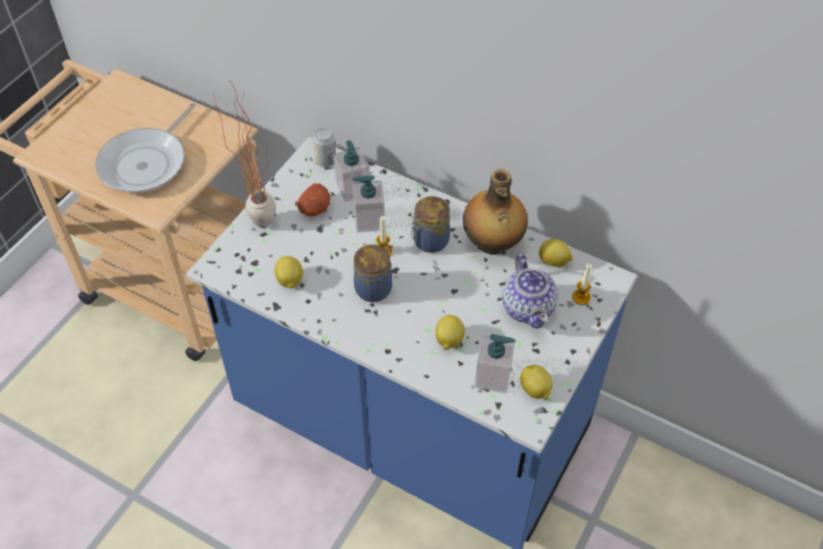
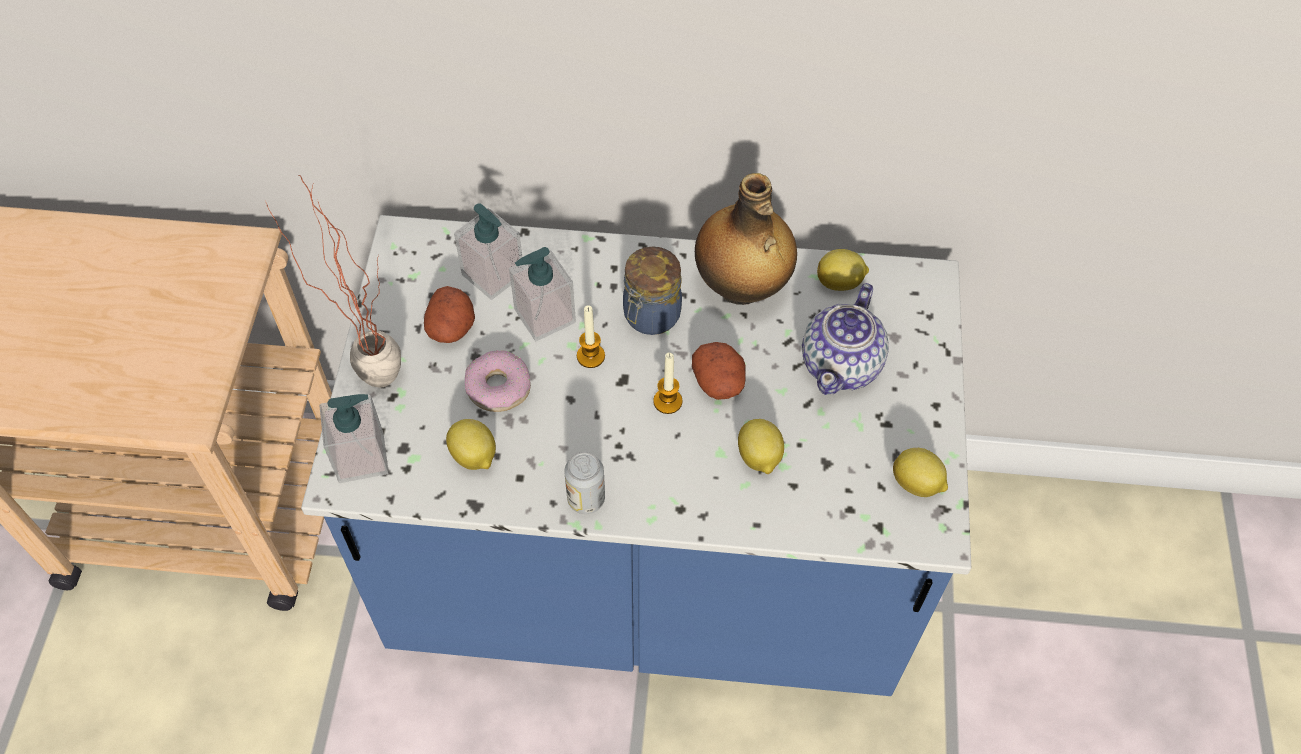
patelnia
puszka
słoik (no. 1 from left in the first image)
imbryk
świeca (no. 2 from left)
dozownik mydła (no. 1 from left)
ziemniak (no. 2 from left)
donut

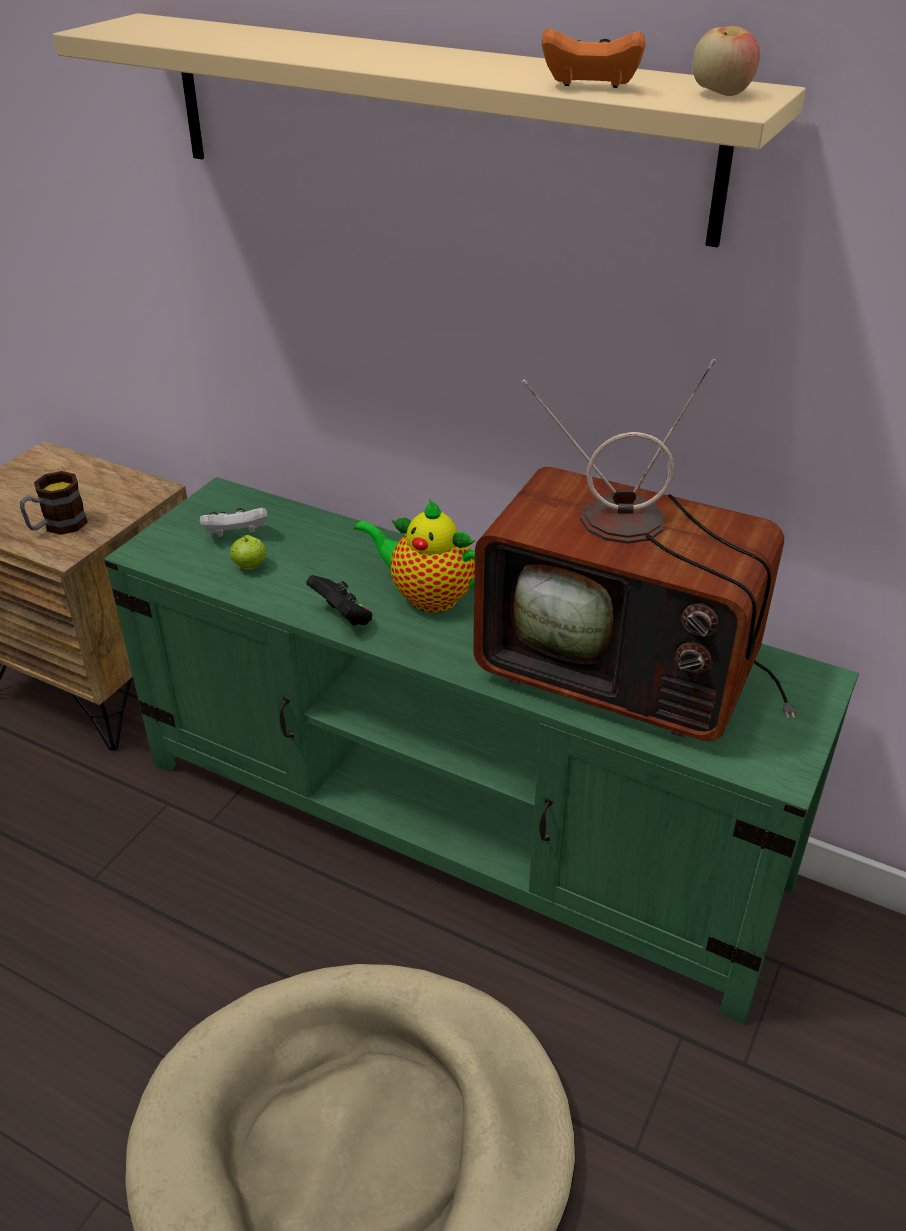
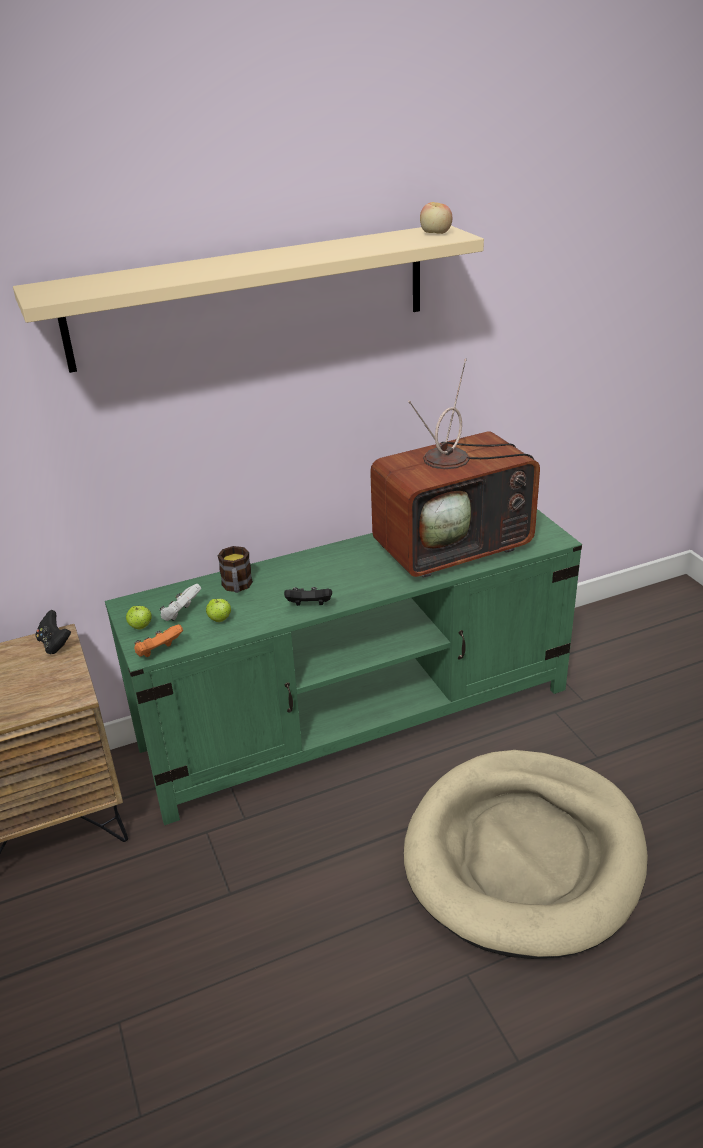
pad do gier (pomarańczowy)
kubek
imbryk
jabłko (no. 1 from left)
pad do gier (czarny) (no. 1 from left)

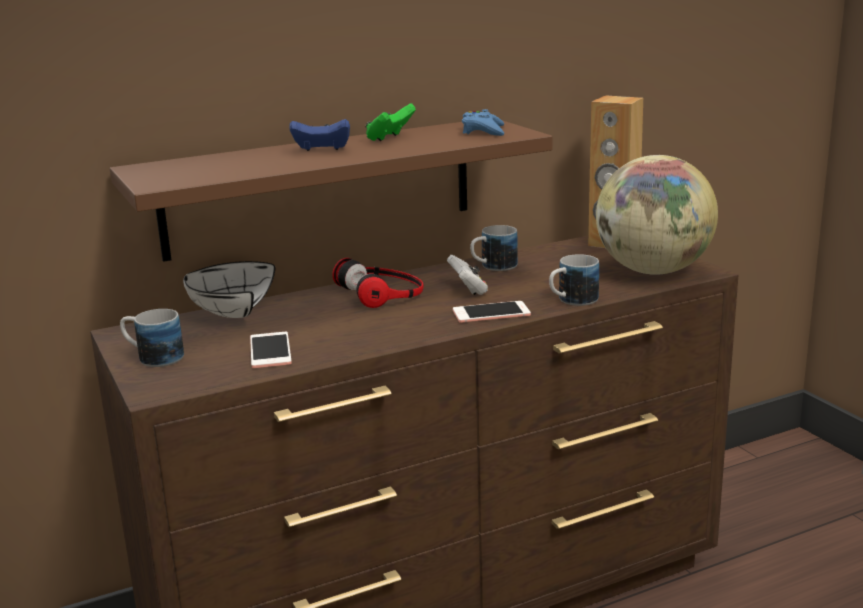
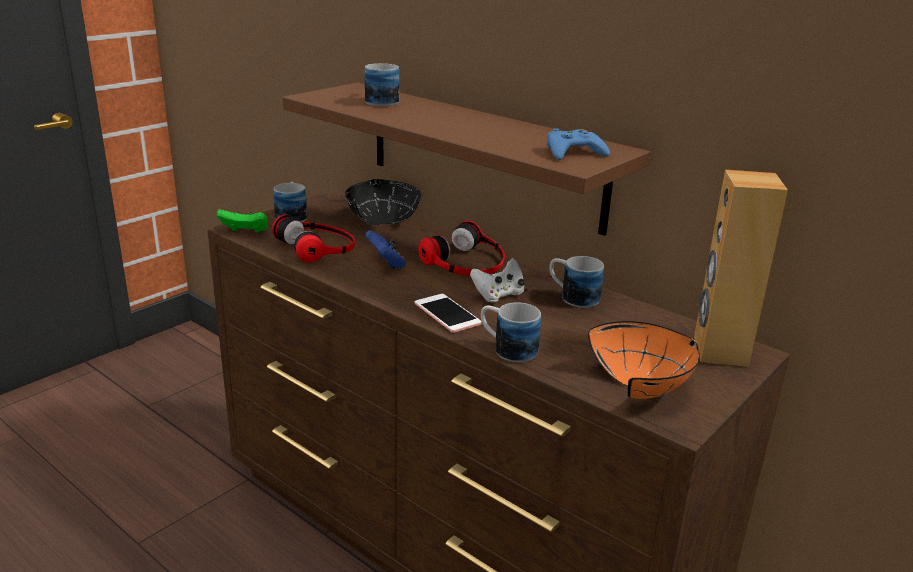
pad do gier (zielony)
pad do gier (niebieski) (no. 1 from left)
miska (pomarańczowy)
miska (czarny)
słuchawki (no. 1 from left)
kubek (no. 2 from left)

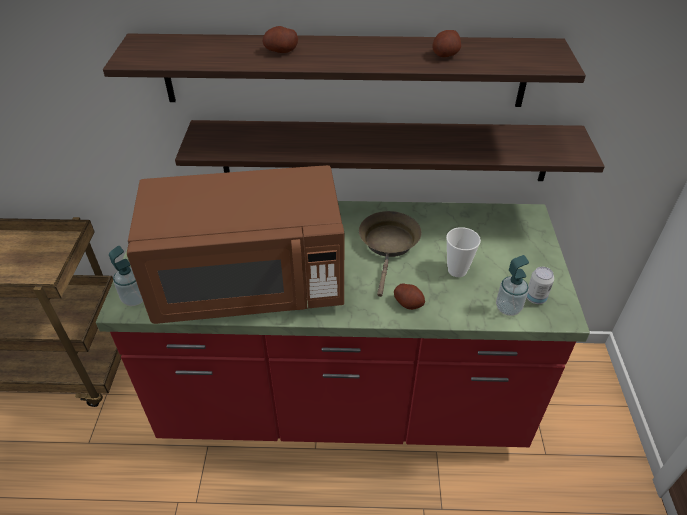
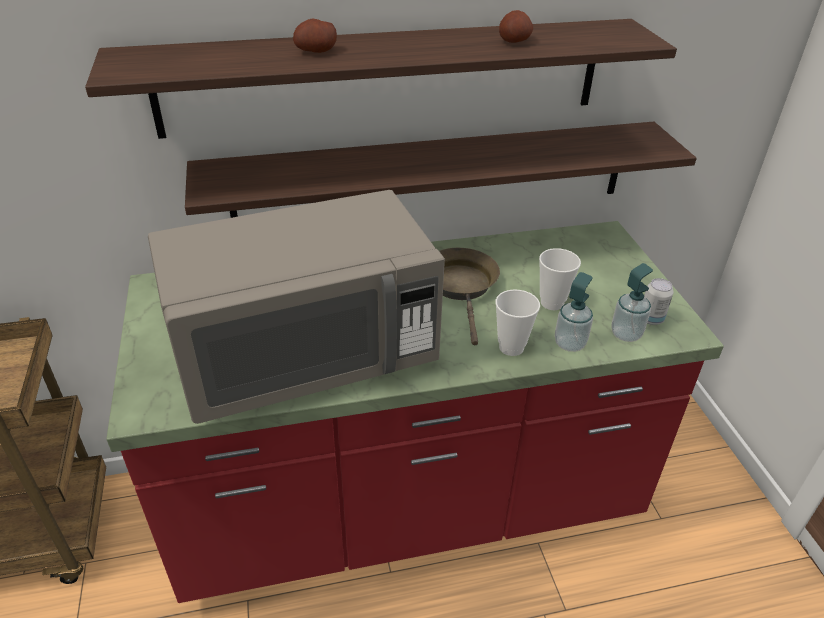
mikrofalówka (szary)
dozownik mydła (no. 1 from left)
filiżanka (no. 1 from left)

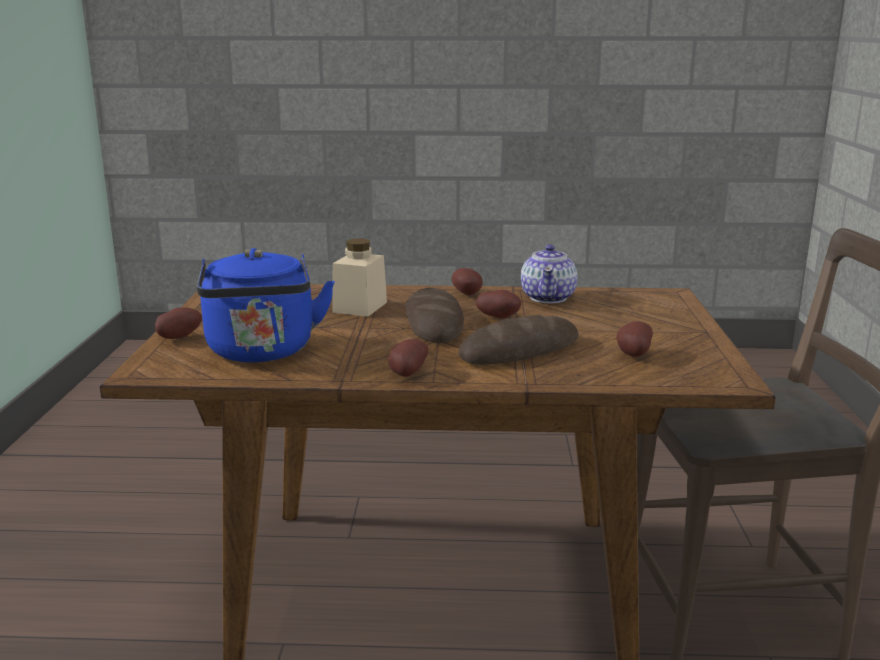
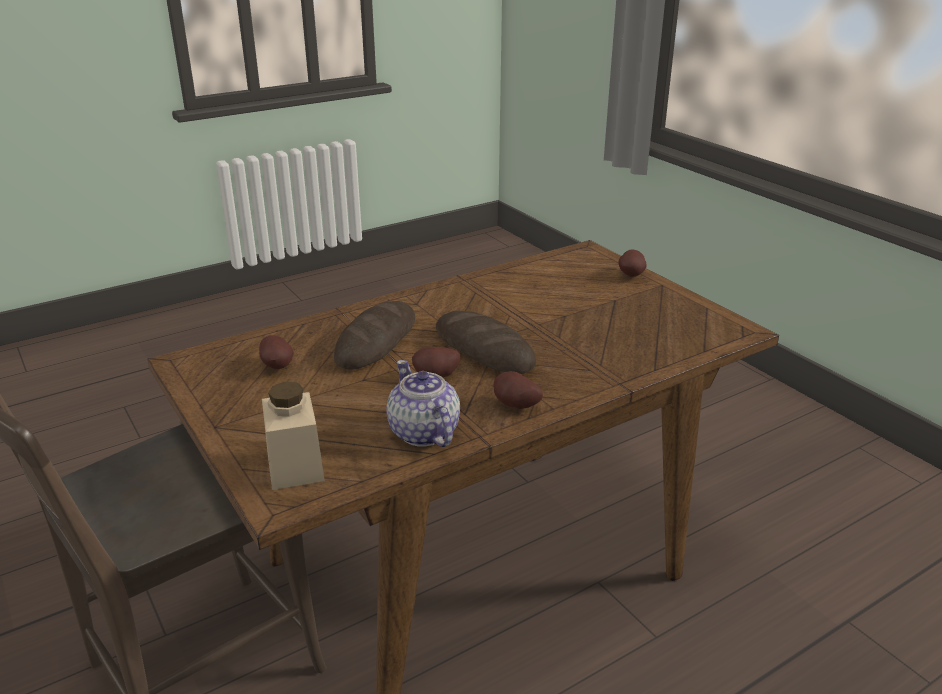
słoik (beżowy)
czajnik (niebieski)
ziemniak (no. 2 from left in the first image)

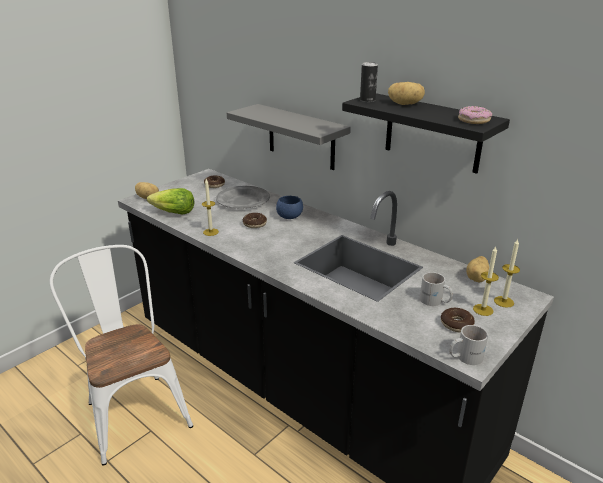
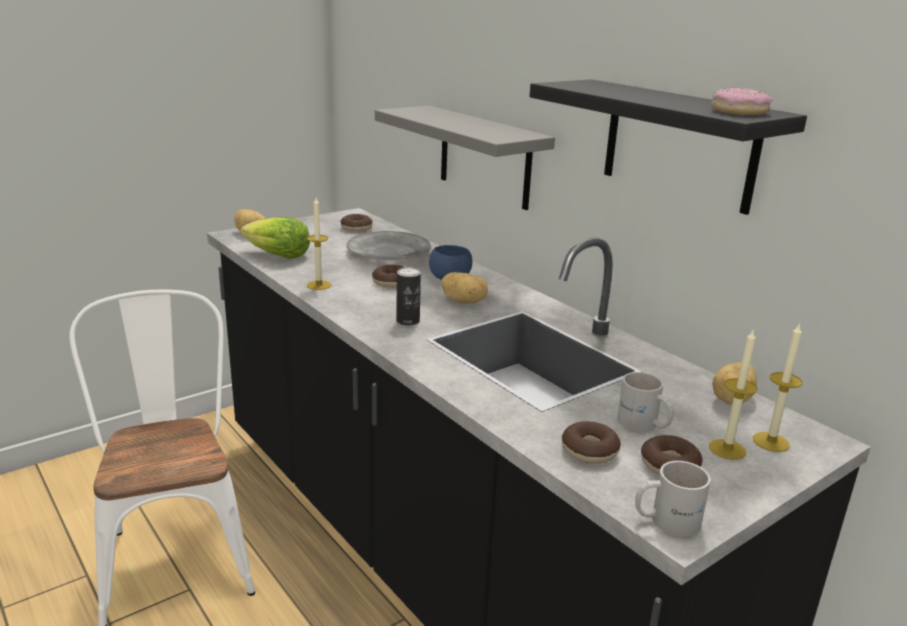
puszka
ziemniak (no. 2 from left)
donut (no. 3 from left)

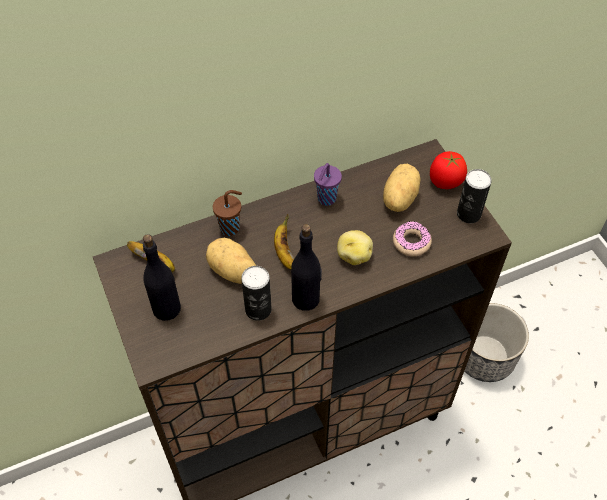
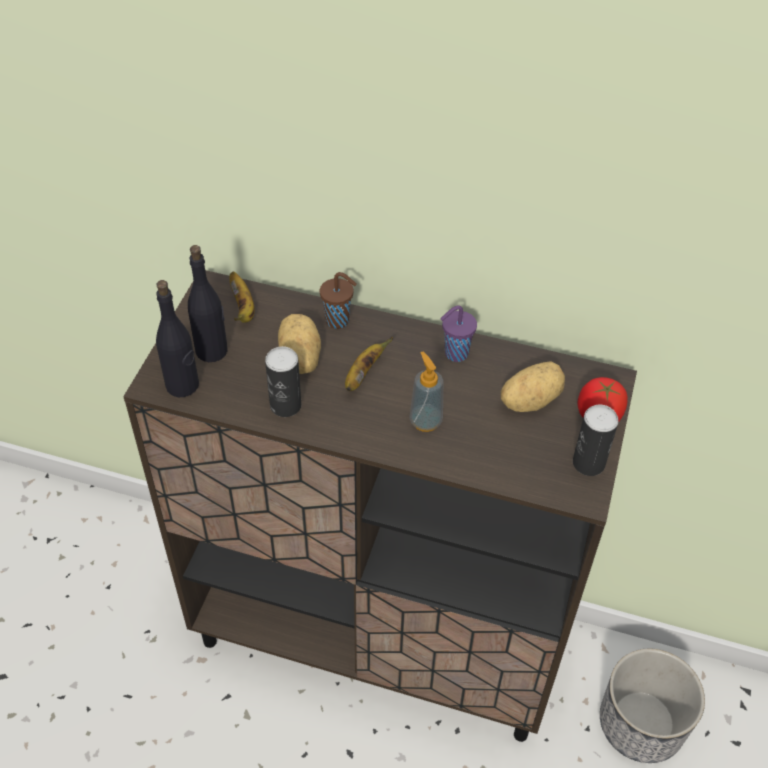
donut
butelka (czarny) (no. 1 from left)
dozownik mydła

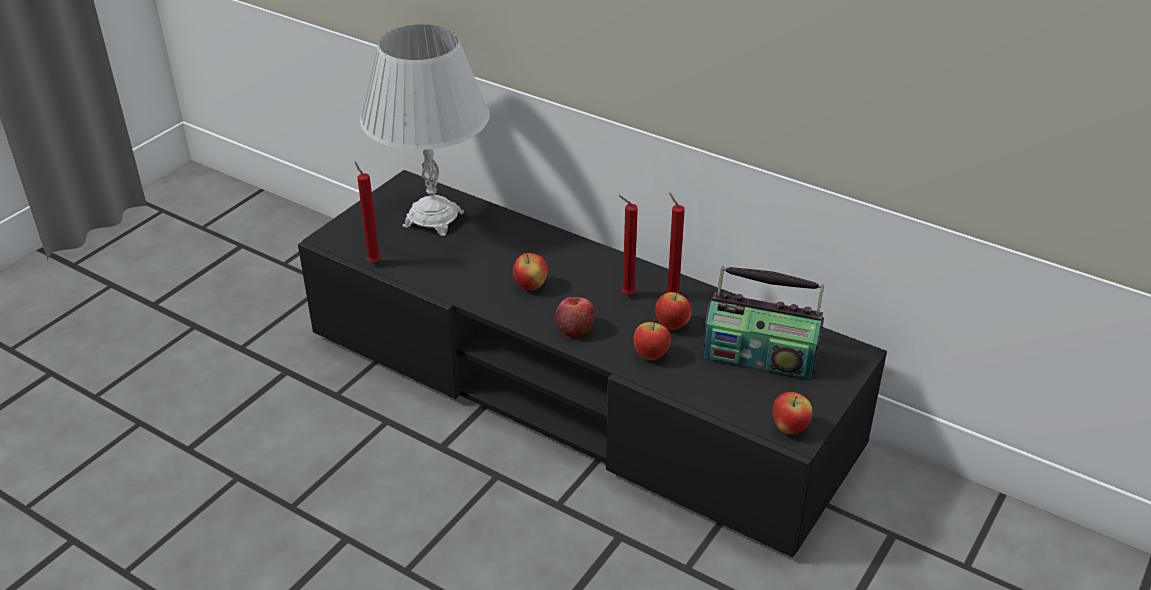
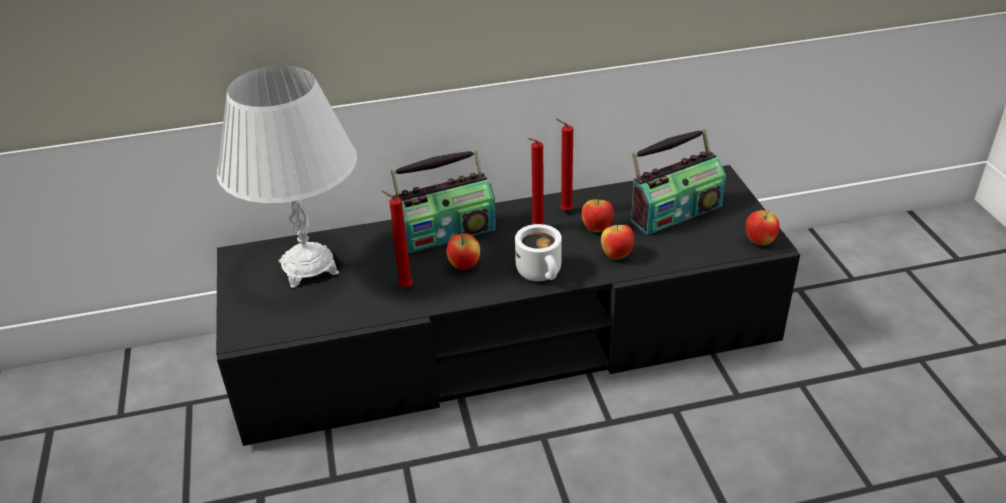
świeca (czerwony) (no. 1 from left)
kubek (biały)
radio (no. 1 from left)

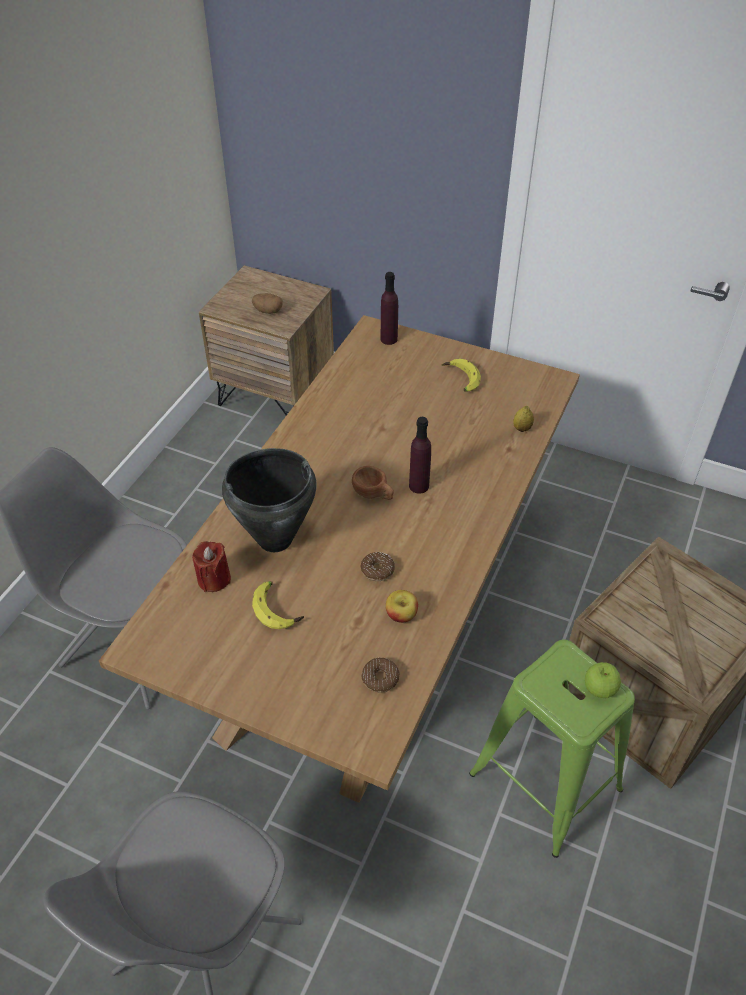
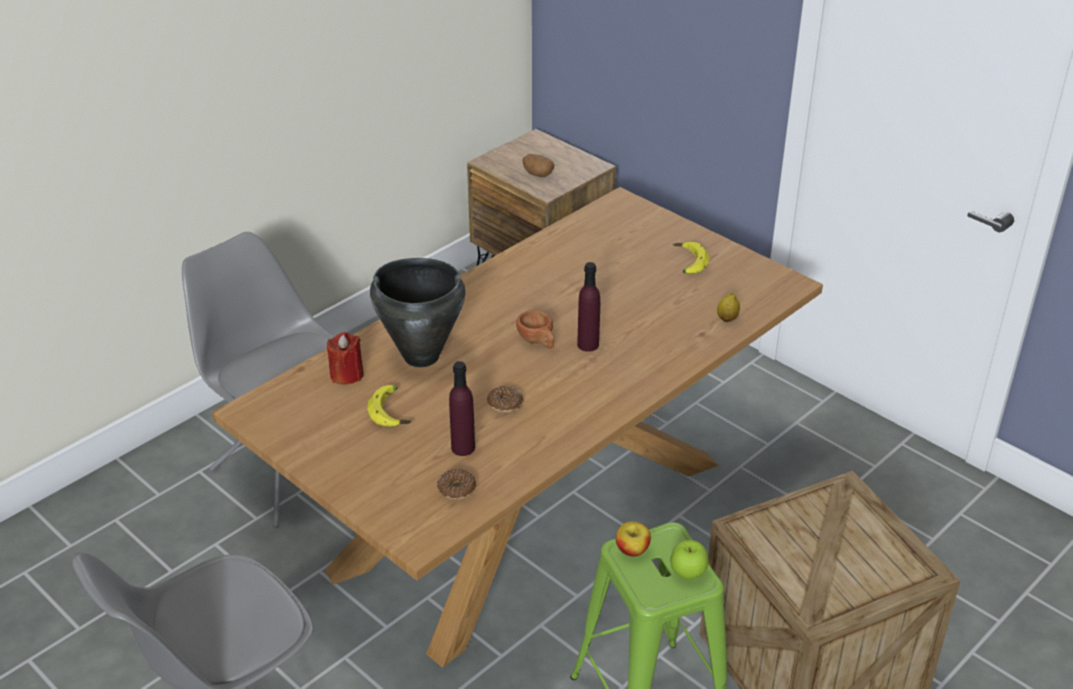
butelka (fioletowy) (no. 1 from left)
jabłko (no. 1 from left)

